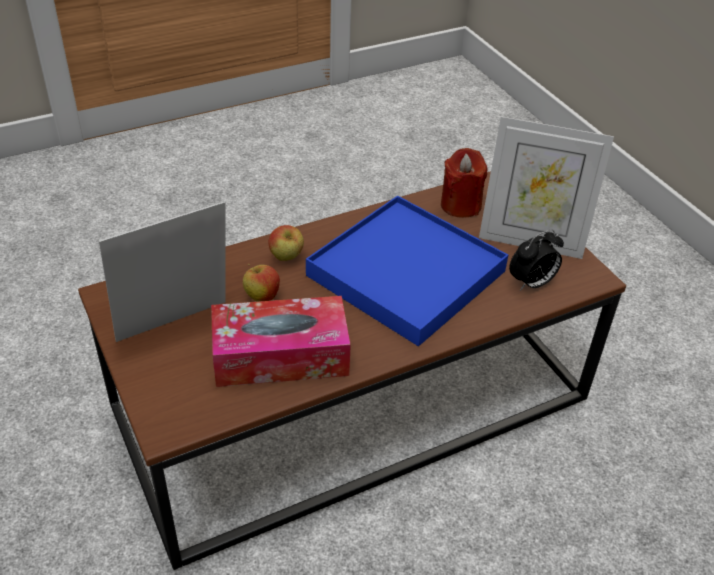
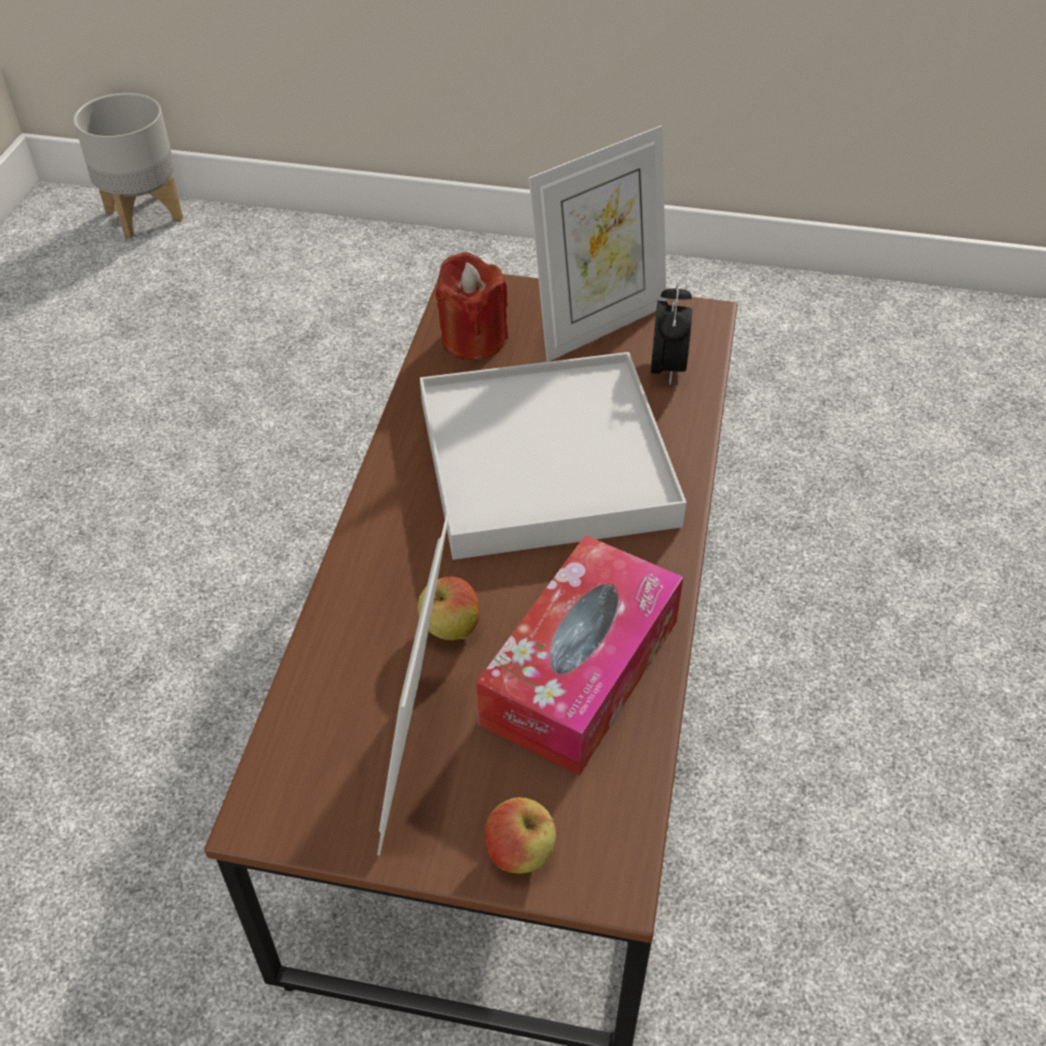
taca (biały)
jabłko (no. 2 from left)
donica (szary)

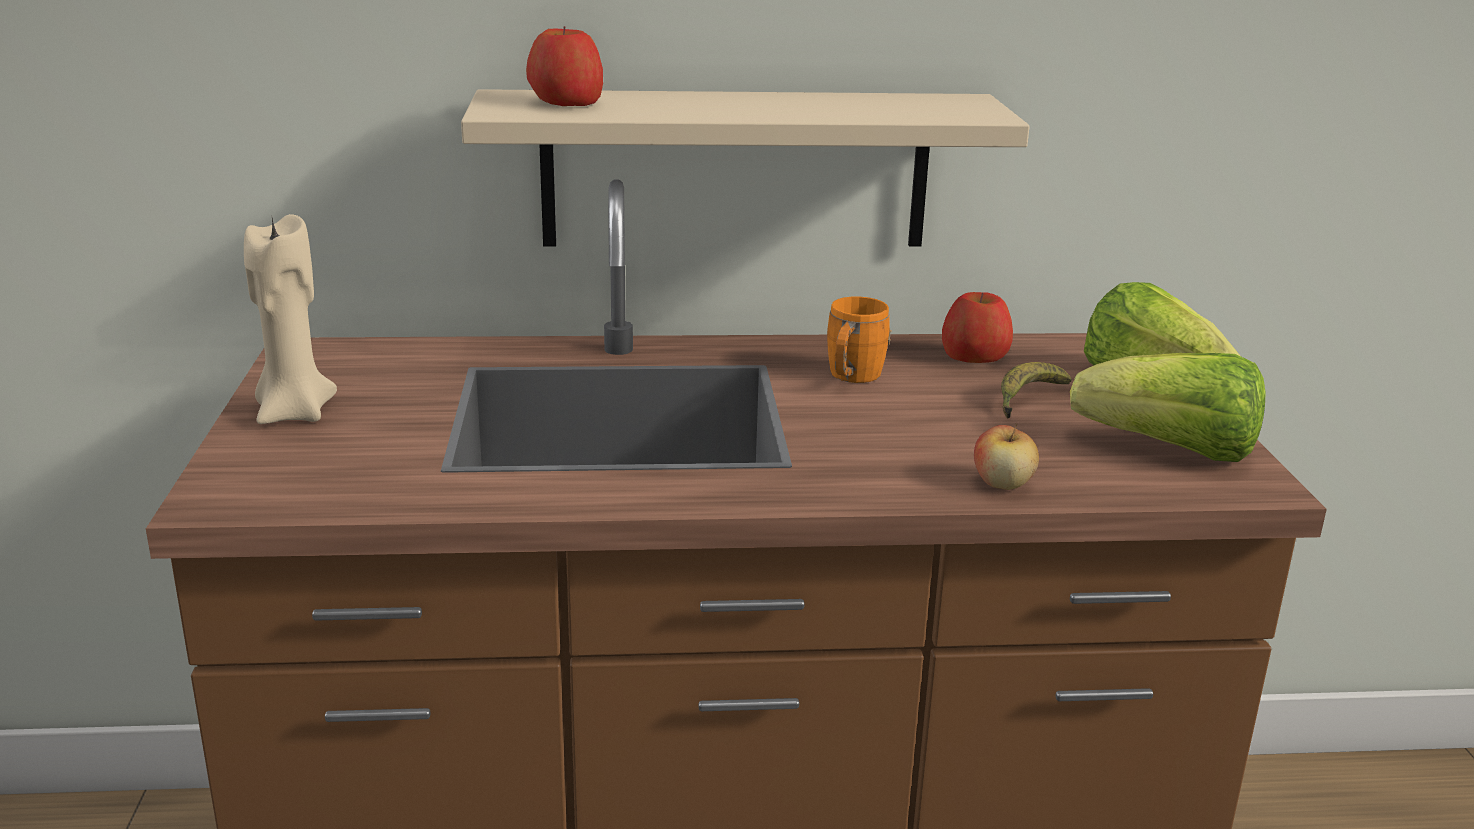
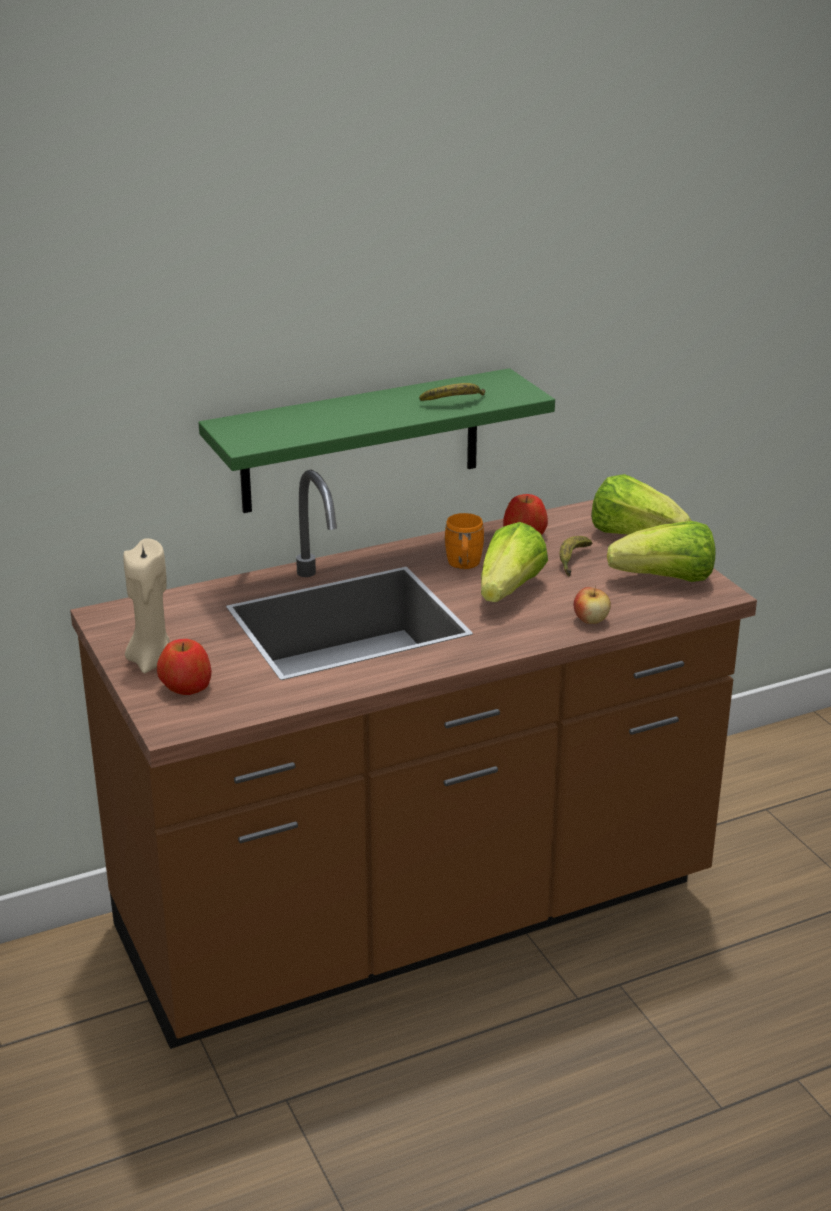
jabłko (no. 1 from left)
półka (zielony)
banan (no. 1 from left)
sałata (no. 1 from left)

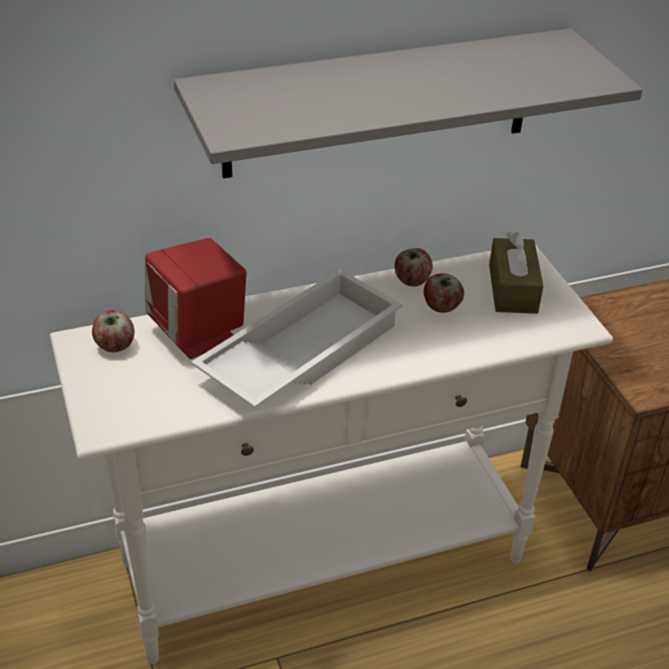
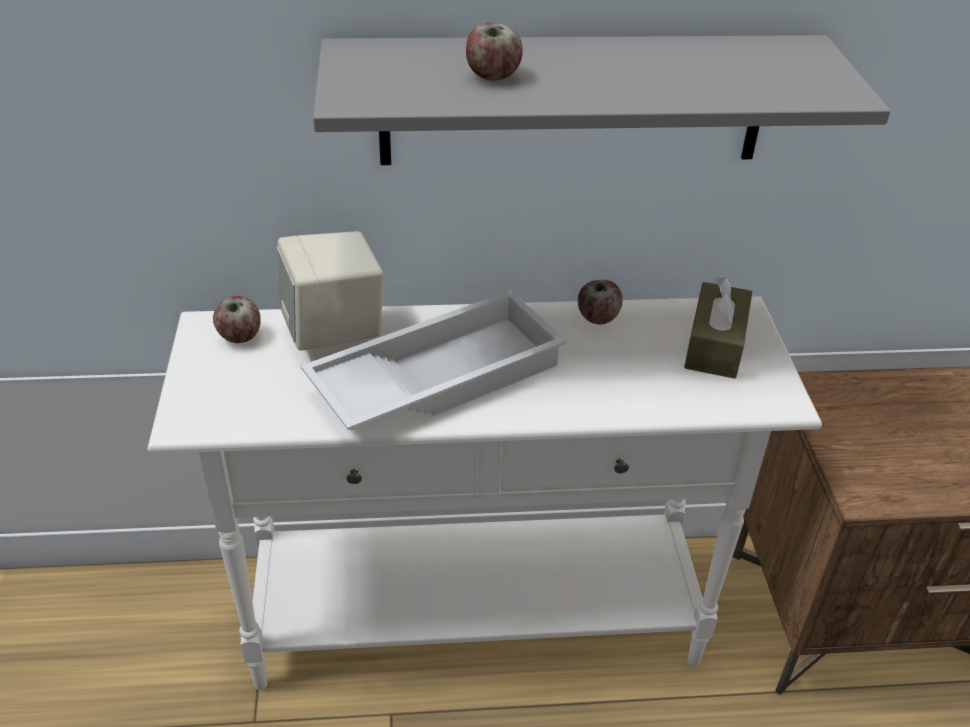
głośnik (beżowy)
jabłko (no. 2 from left)

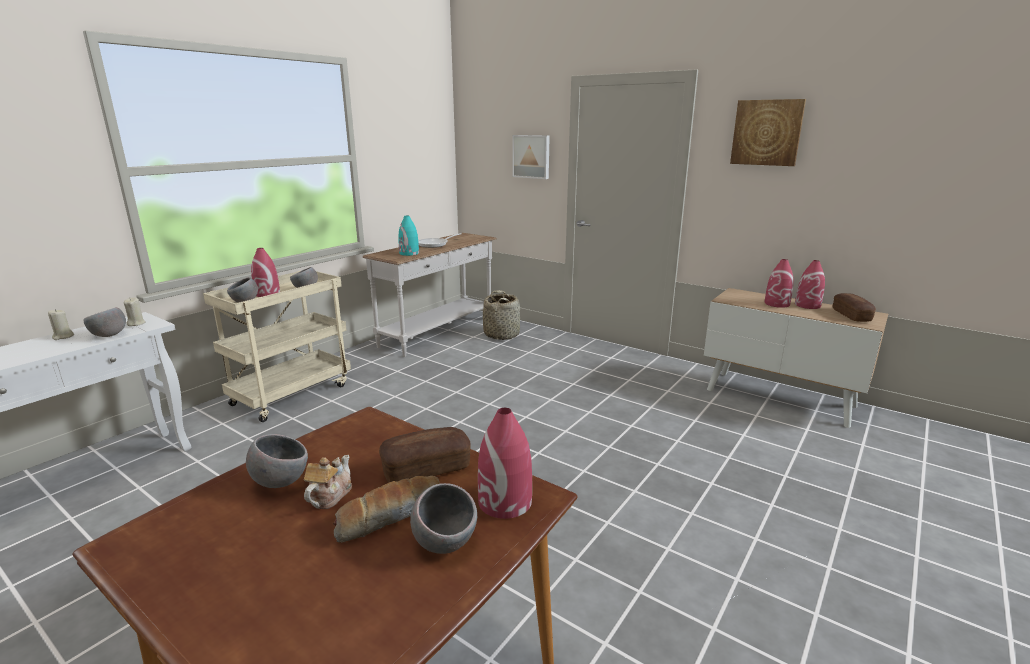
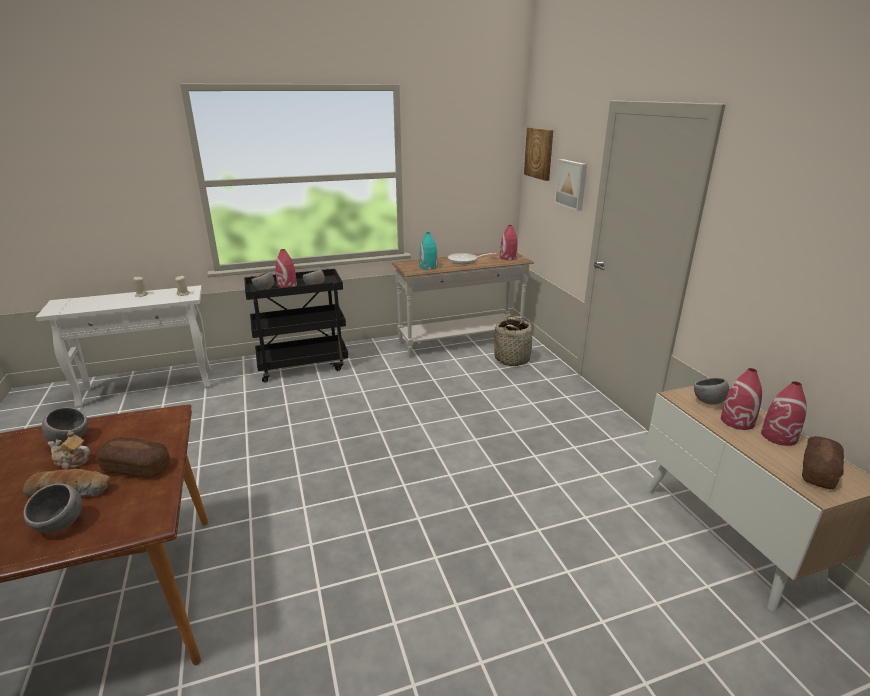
obraz (no. 1 from left)
wózek (czarny)
miska (szary) (no. 5 from left)
wazon (czerwony) (no. 2 from left)
imbryk

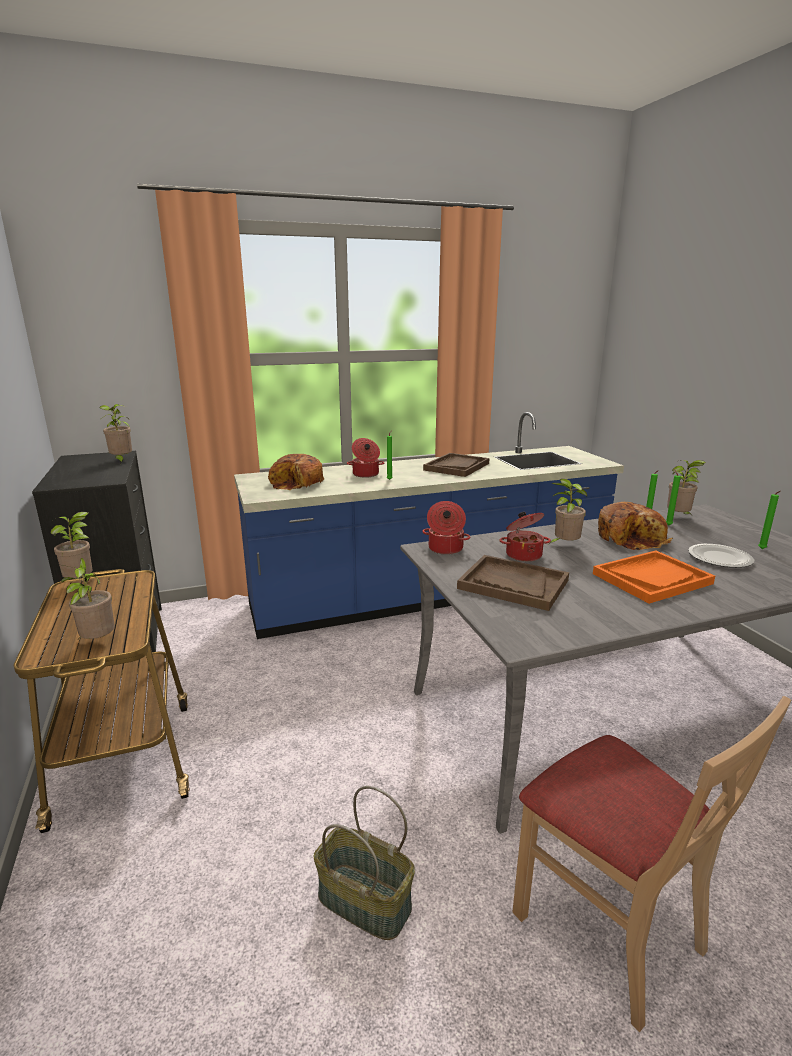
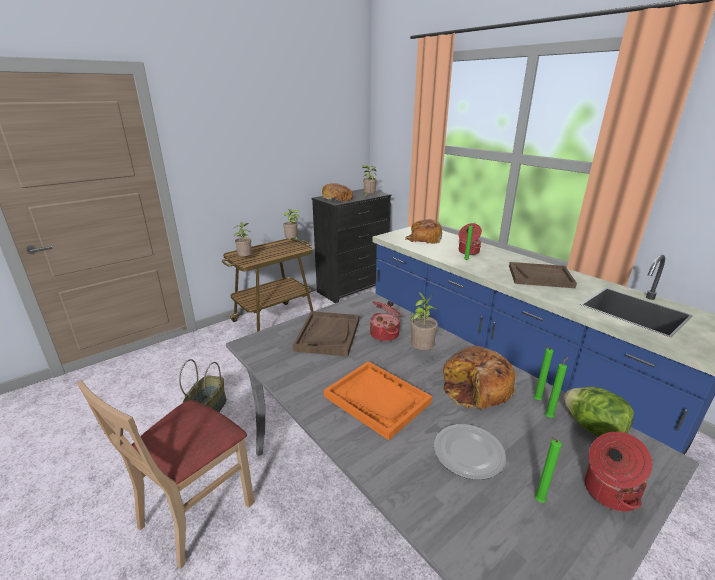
sałata
garnek (no. 3 from left)
chleb (no. 1 from left)

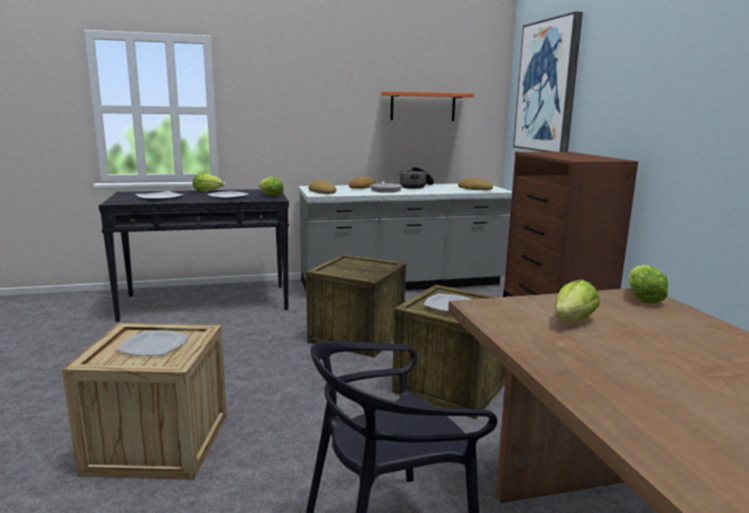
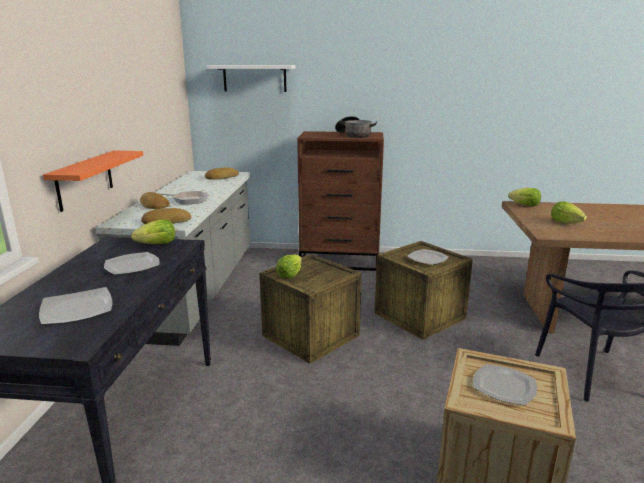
półka (biały)
półka (pomarańczowy)
garnek
sałata (no. 2 from left)

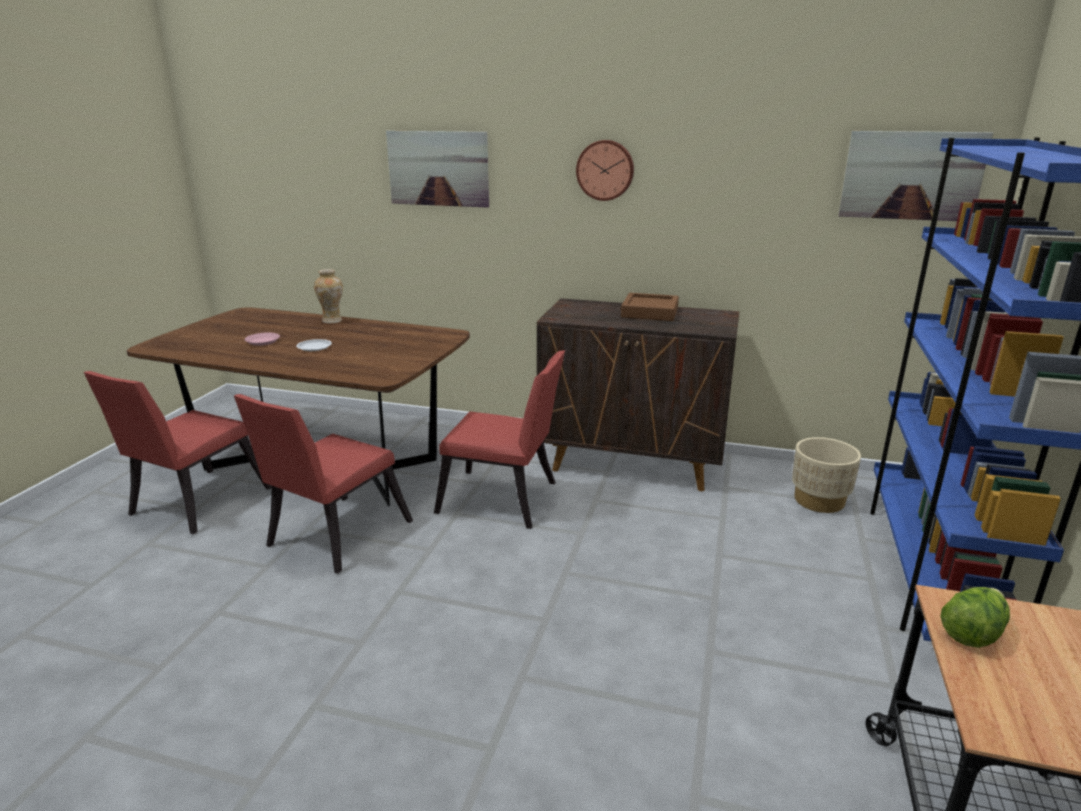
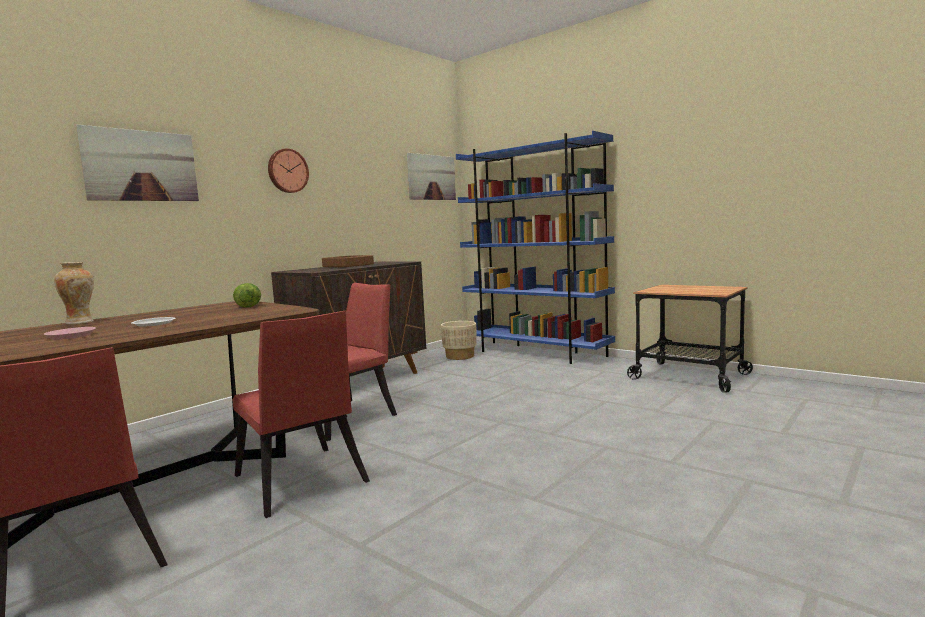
sałata

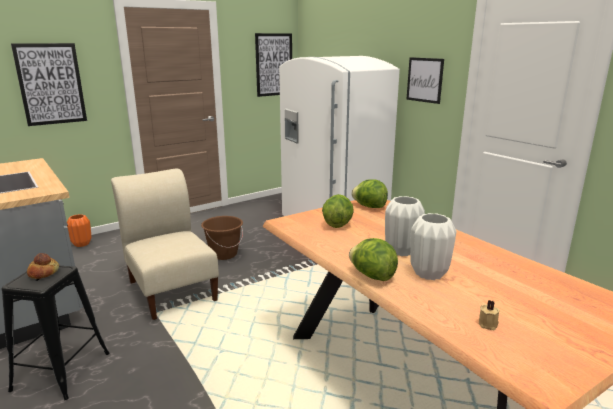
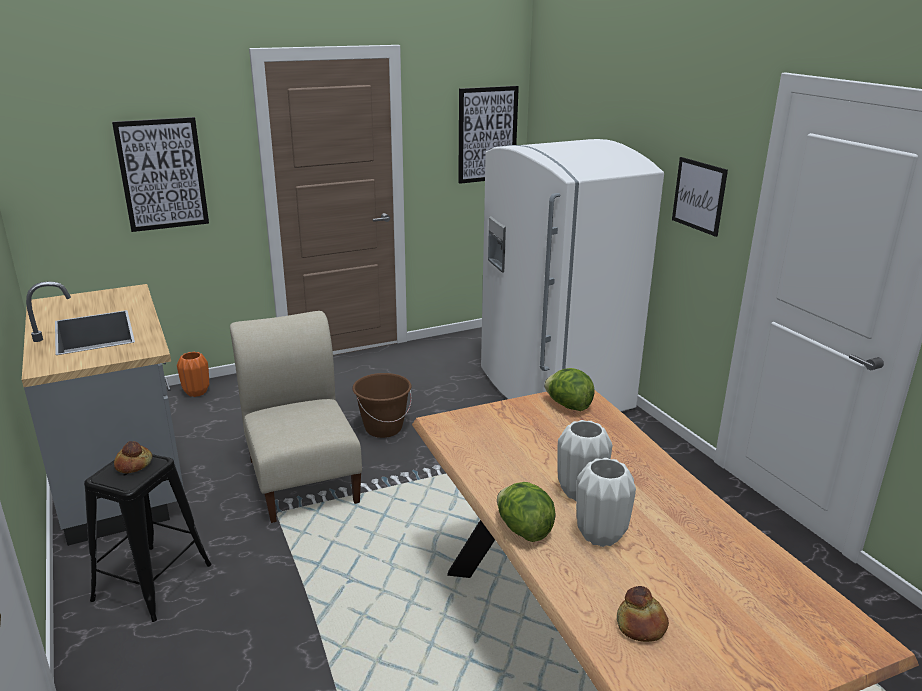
sałata (no. 1 from left in the first image)
chleb (no. 2 from left)

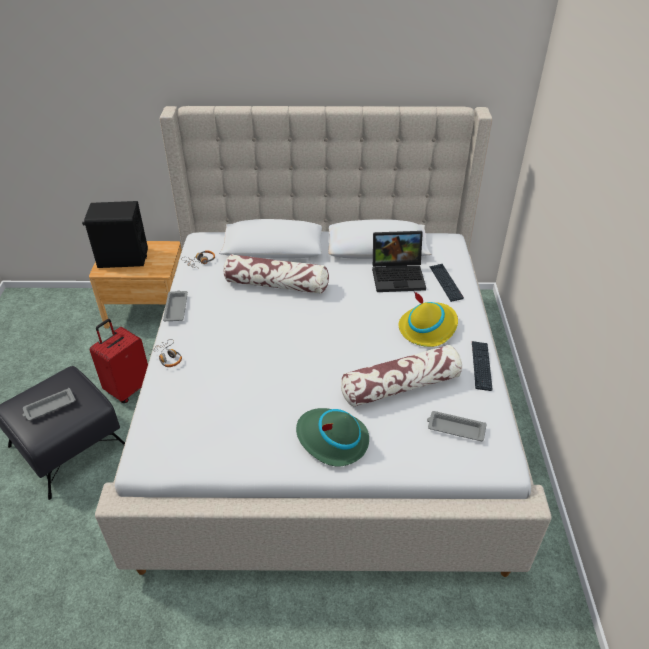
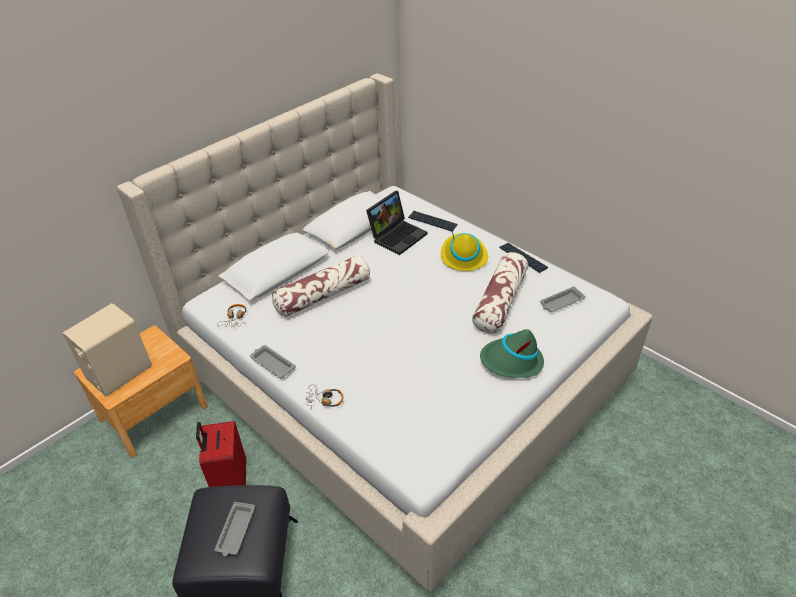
głośnik (beżowy)

